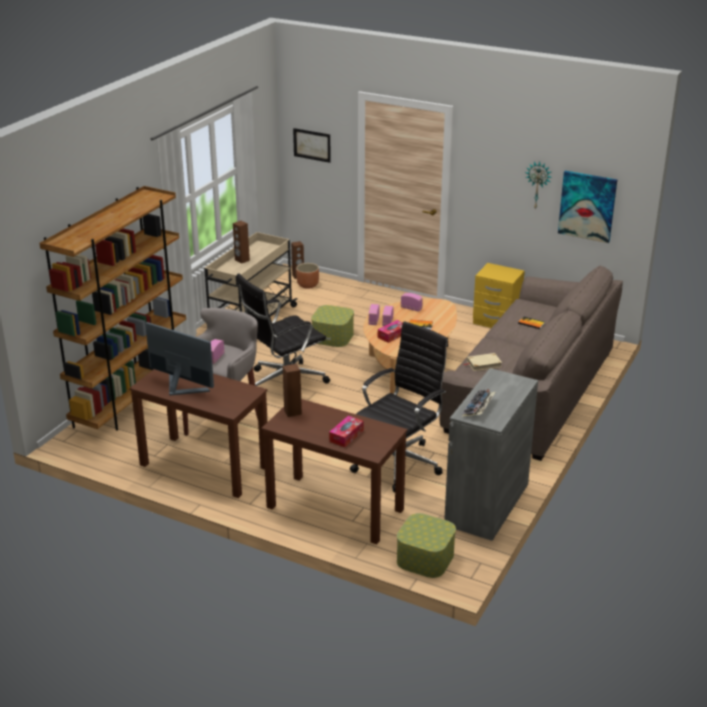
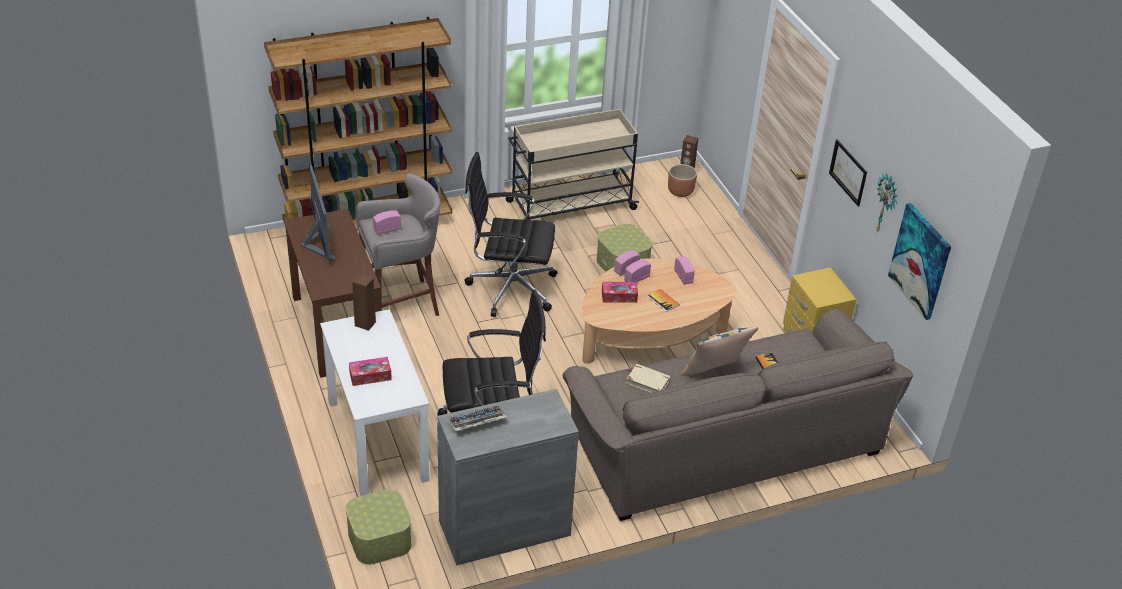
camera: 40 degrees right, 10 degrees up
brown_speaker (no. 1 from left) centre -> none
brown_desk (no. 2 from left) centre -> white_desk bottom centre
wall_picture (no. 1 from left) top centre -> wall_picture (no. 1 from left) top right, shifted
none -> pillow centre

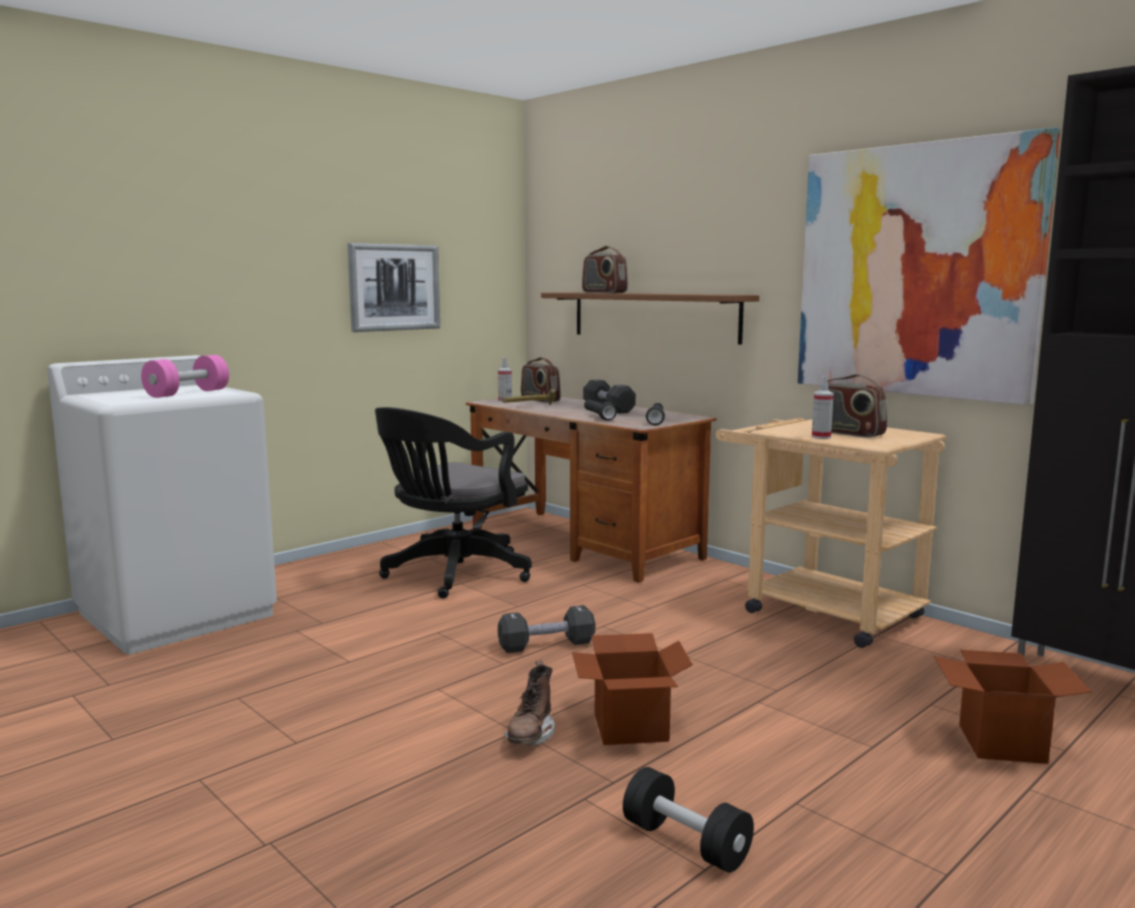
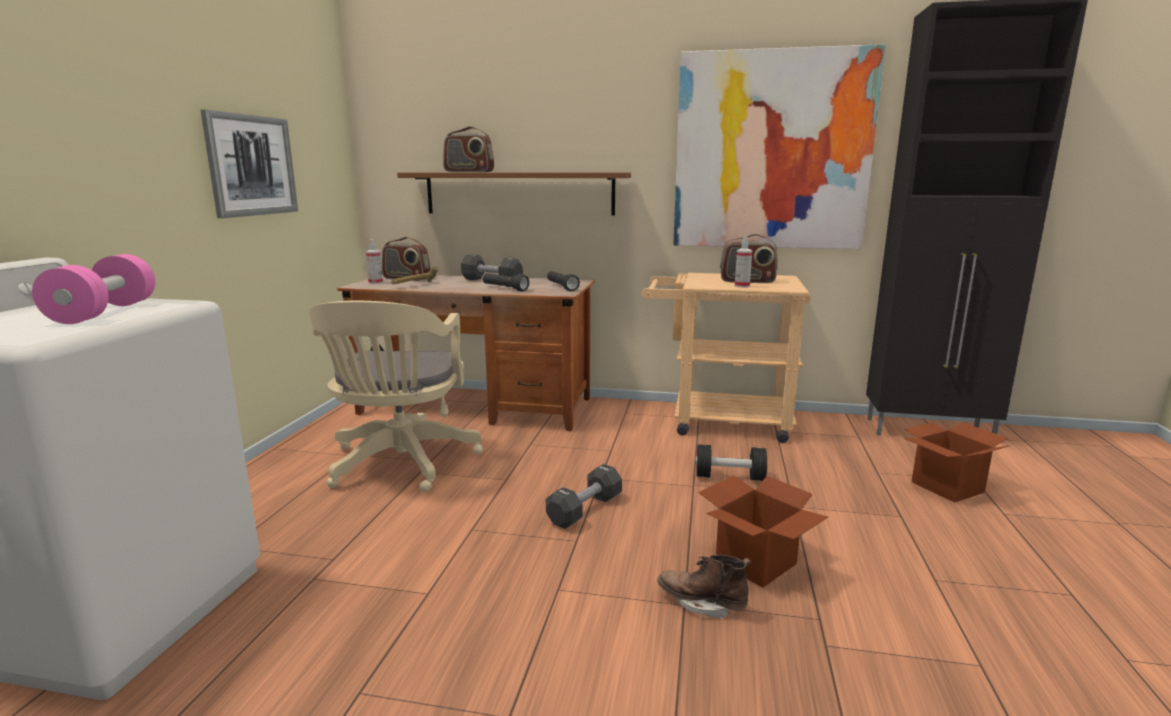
camera: 35 degrees left, 5 degrees up
black_computer_chair centre -> beige-coloured_computer_chair centre
brown_tall_boot bottom centre, 135 degrees clockwise
black_dumbbell (no. 3 from left) bottom centre -> black_dumbbell (no. 3 from left) centre, shifted

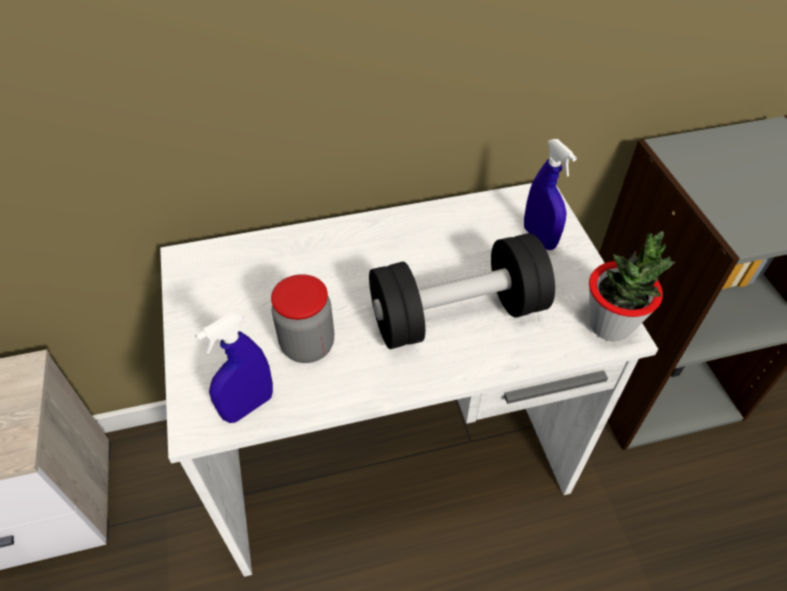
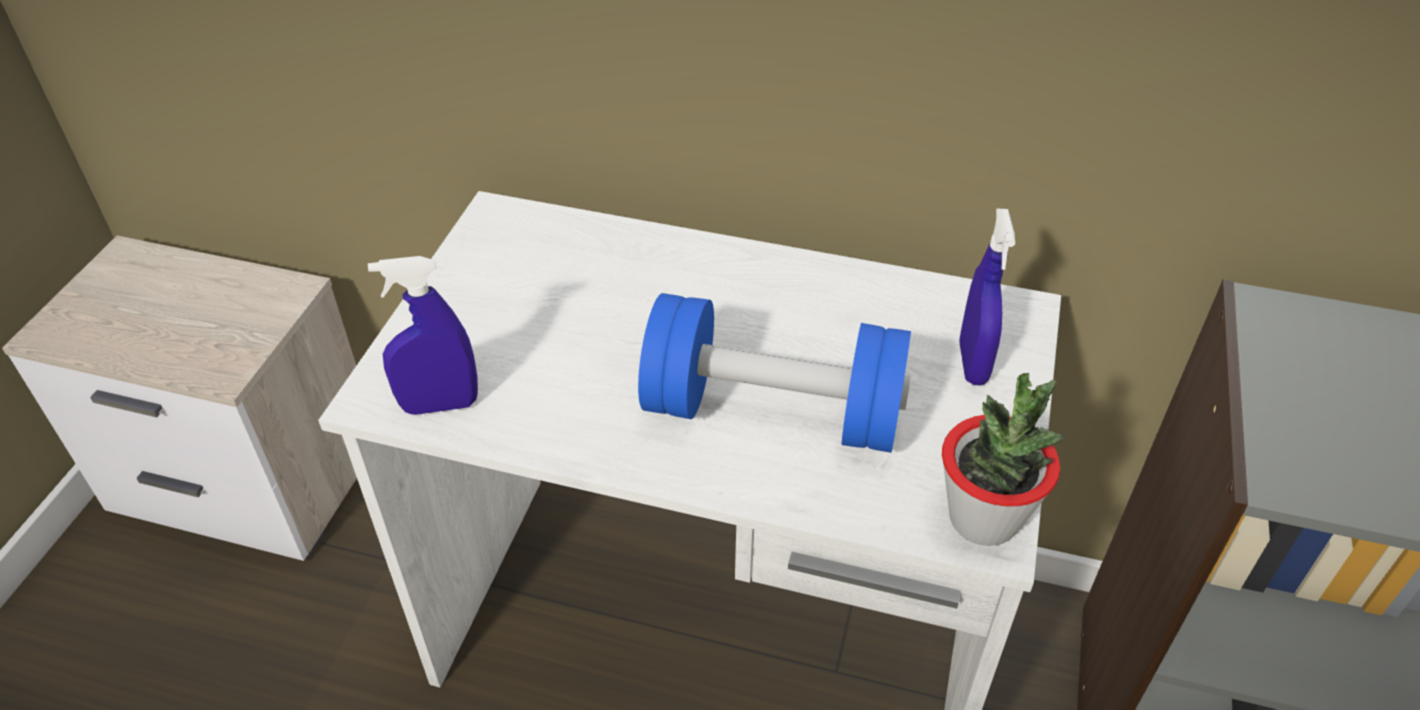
camera: 30 degrees right, 5 degrees down
storage_jar centre -> none
black_dumbbell centre -> blue_dumbbell centre

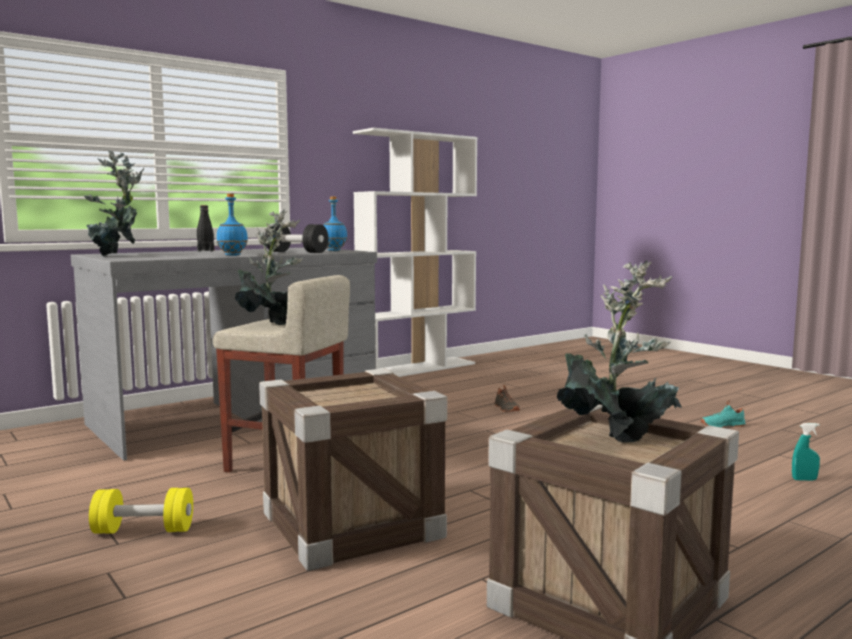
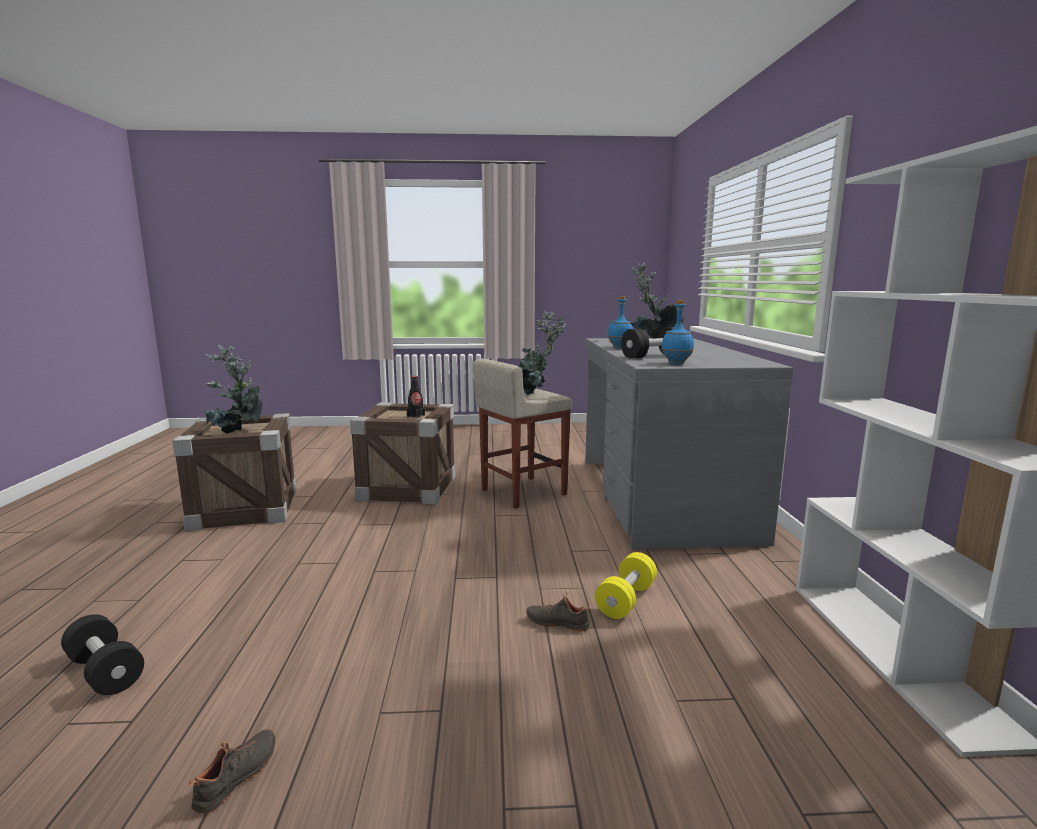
camera: 125 degrees right, 5 degrees up
yellow-coloured_dumbbell bottom left -> yellow-coloured_dumbbell bottom centre, shifted
black_beverage_bottle middle left -> black_beverage_bottle centre, shifted
turquoise_low_shoe middle right -> black_low_shoe (no. 1 from left) bottom left
turquoise_sprayer bottom right -> black_dumbbell (no. 1 from left) bottom left

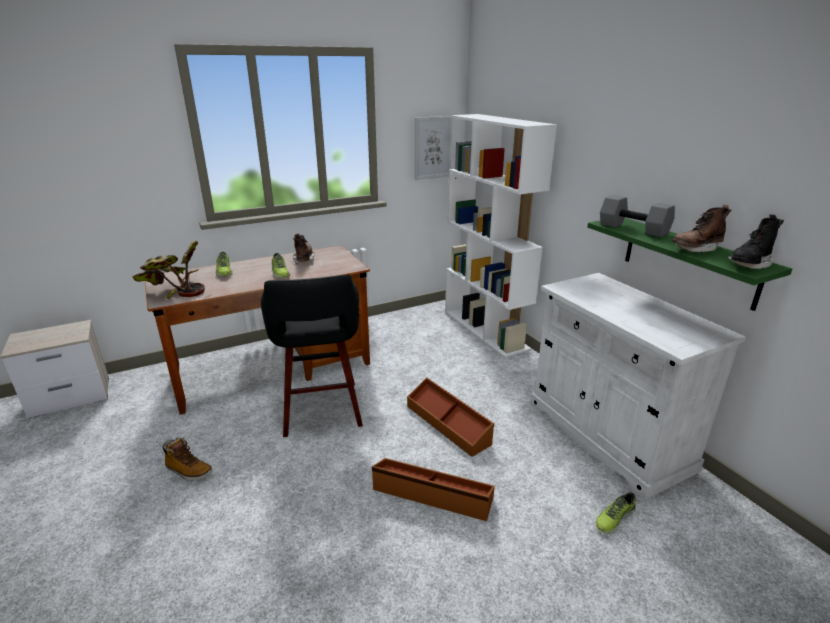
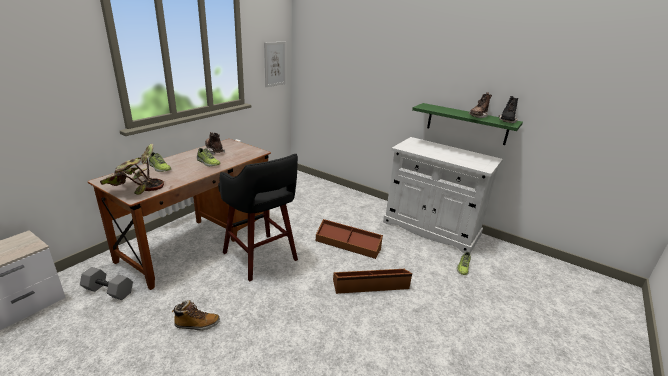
camera: 30 degrees left, 0 degrees up
white_shelving_unit centre -> none
gray_dumbbell middle right -> gray_dumbbell bottom left, shifted

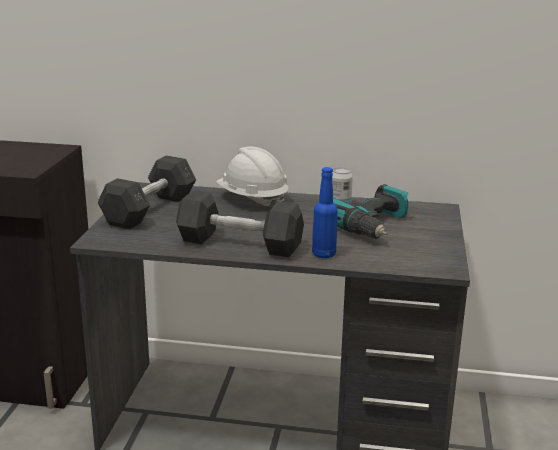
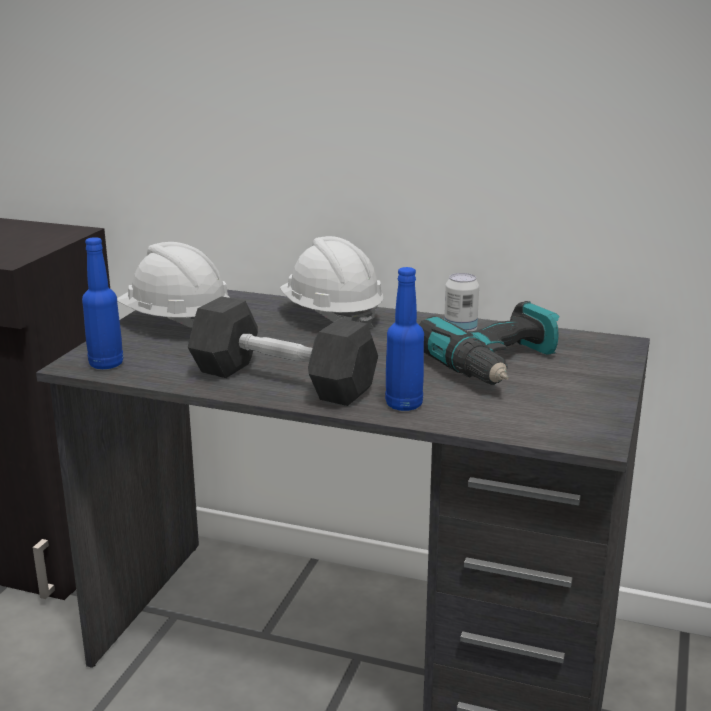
camera: 10 degrees right, 0 degrees up
gray_dumbbell (no. 1 from left) middle left -> white_work_helmet (no. 1 from left) middle left
none -> blue_beverage_bottle (no. 1 from left) middle left

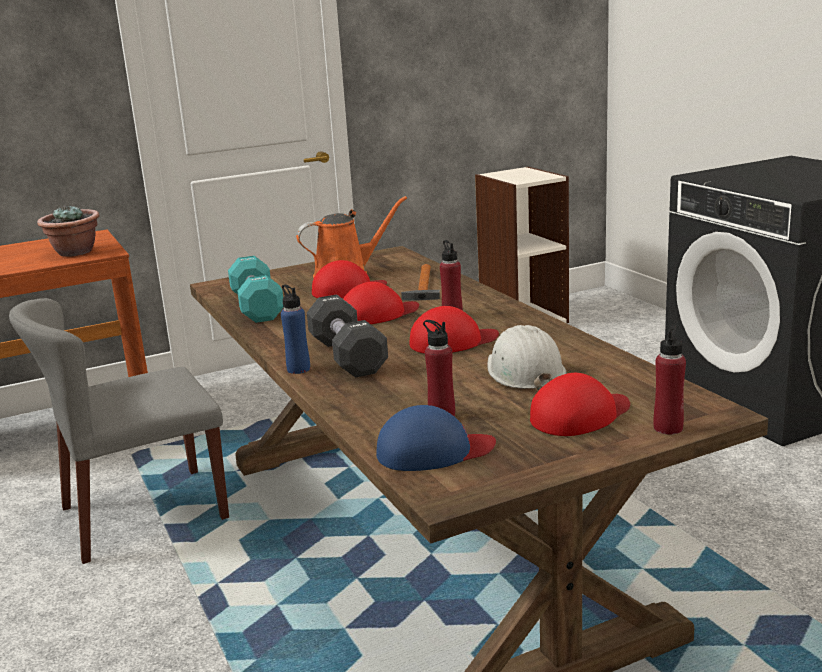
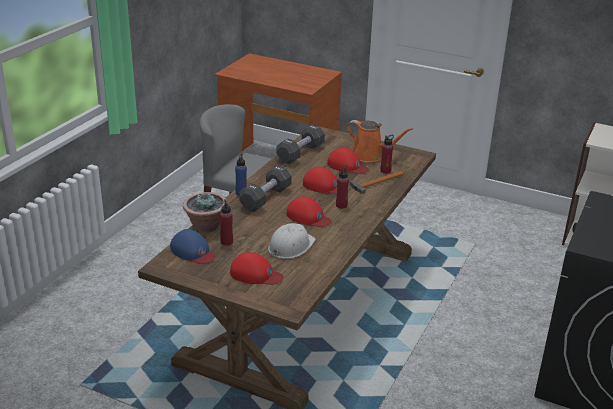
camera: 50 degrees right, 10 degrees up
potted_plant middle left -> potted_plant centre, shifted
turquoise_dumbbell middle left -> black_dumbbell (no. 2 from left) centre
reddish_beverage_bottle (no. 3 from left) middle right -> reddish_beverage_bottle (no. 3 from left) centre, shifted

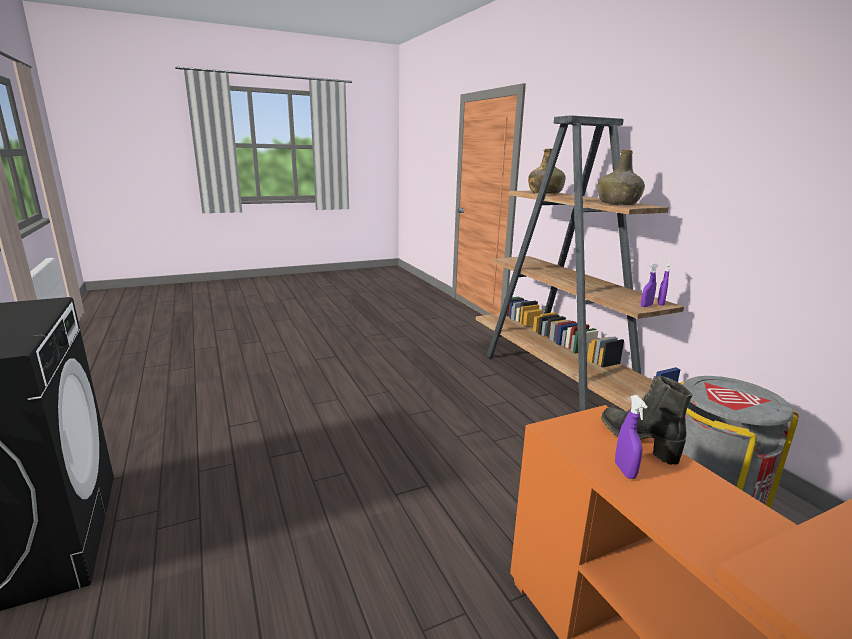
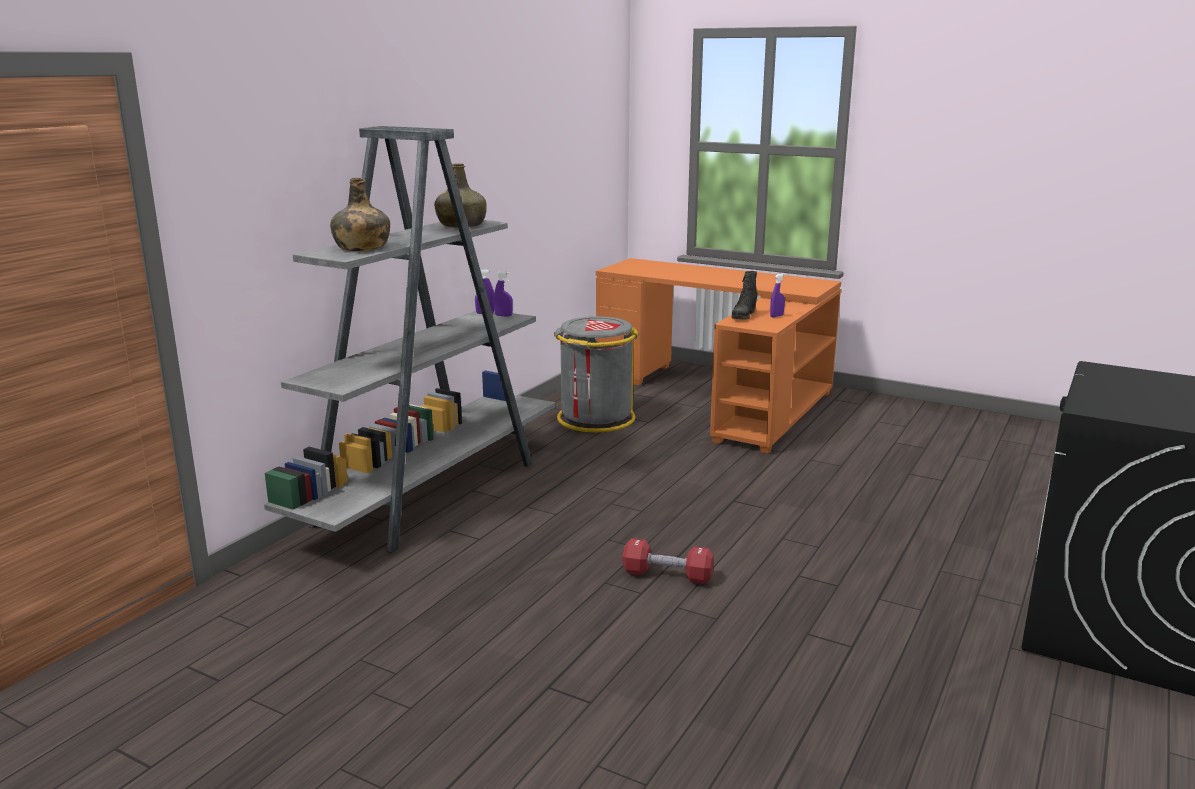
camera: 125 degrees left, 0 degrees up
brown_shelving_unit middle right -> gray_shelving_unit centre
none -> reddish_dumbbell bottom centre

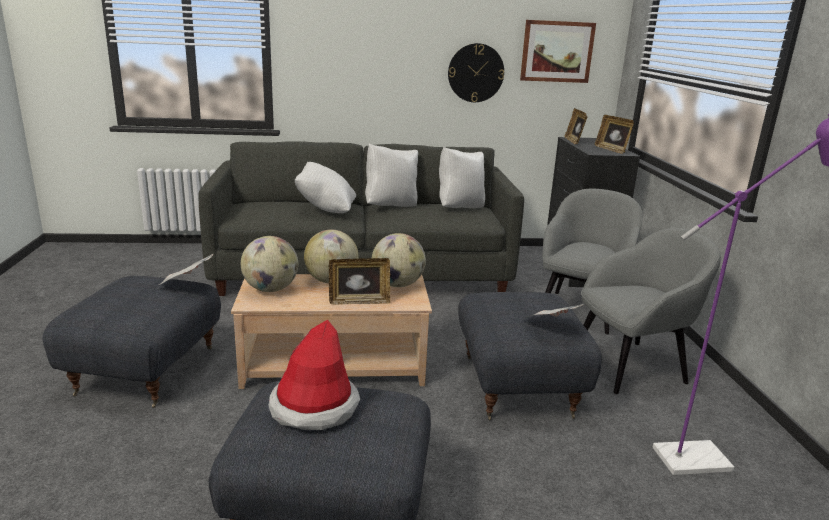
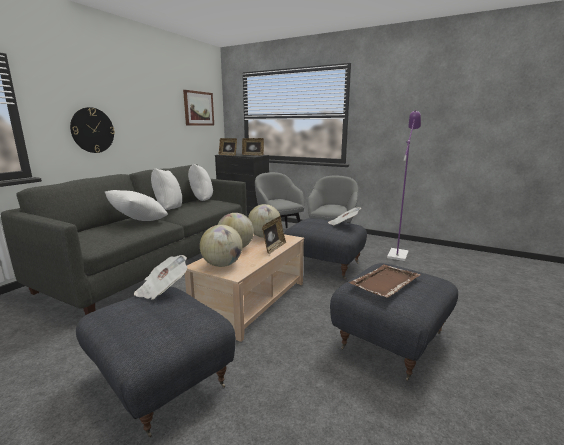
camera: 55 degrees left, 5 degrees down
hat bottom centre -> brown_carrying_tray middle right
clock_on_the_wall top centre -> clock_on_the_wall top left, shifted

